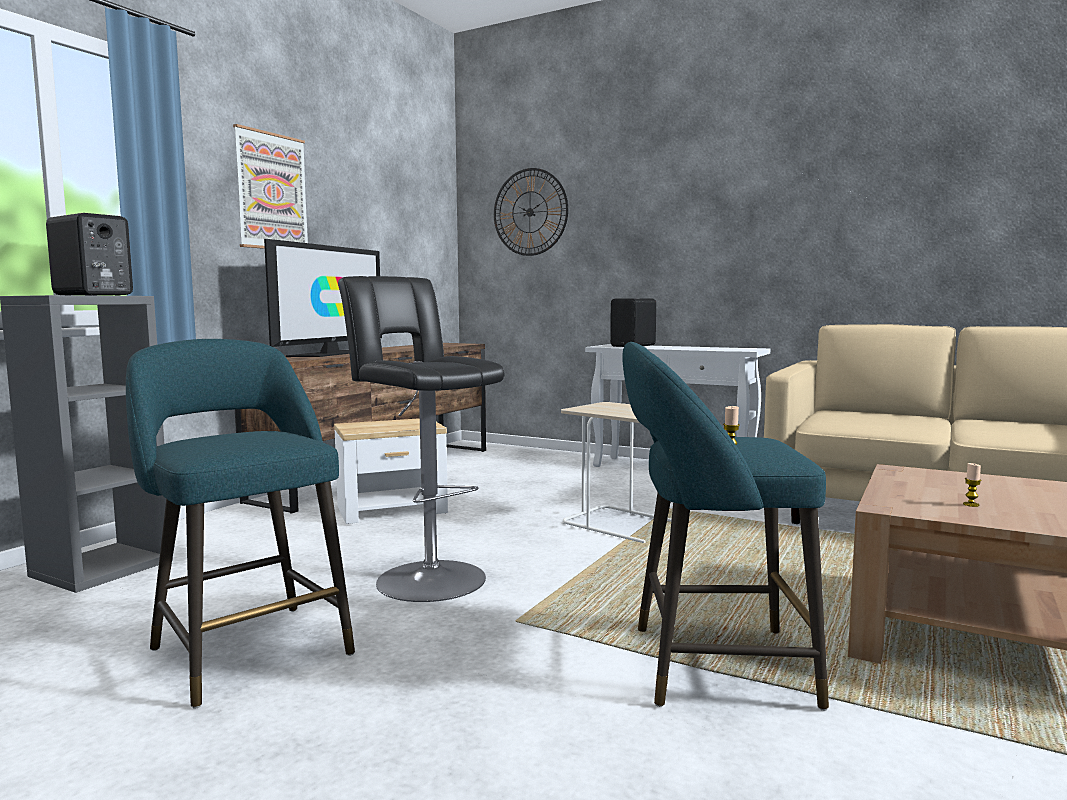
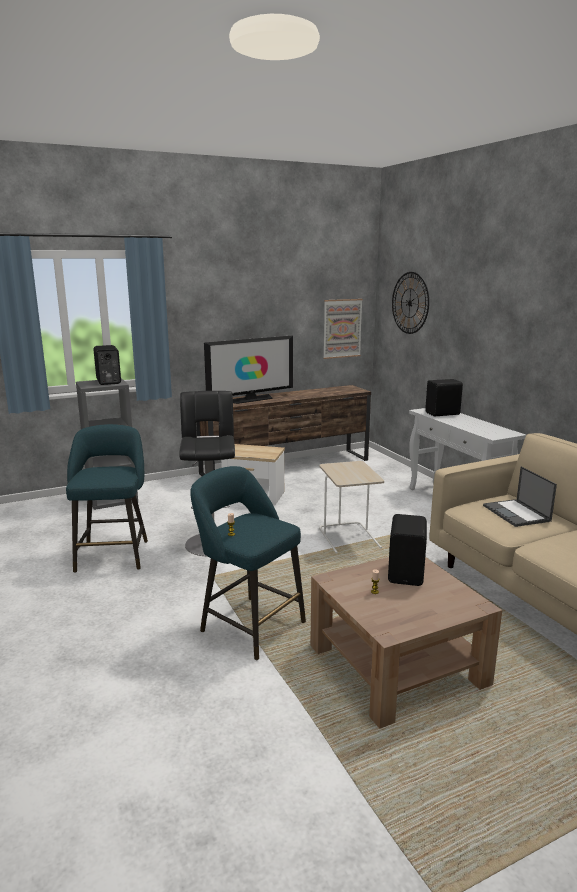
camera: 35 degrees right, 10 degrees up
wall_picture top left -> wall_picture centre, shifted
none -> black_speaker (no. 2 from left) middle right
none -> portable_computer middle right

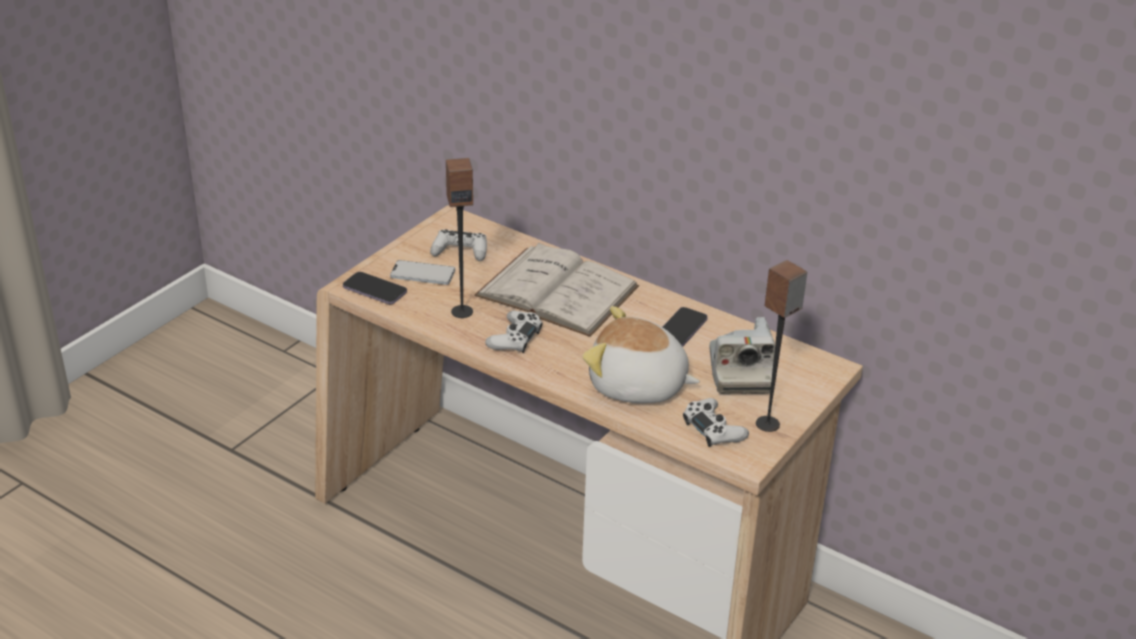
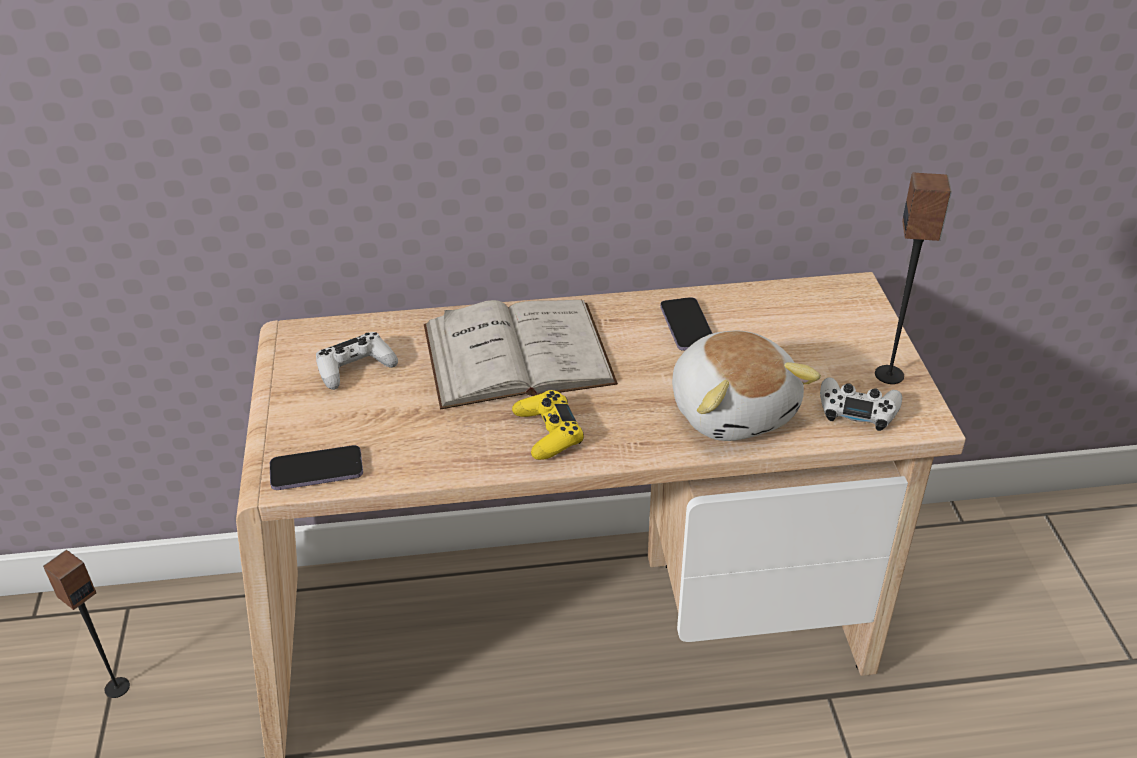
camera: 40 degrees left, 5 degrees up
telephone (no. 2 from left) centre -> none
speaker (no. 1 from left) centre -> speaker (no. 1 from left) bottom left, shifted
white_joypad (no. 2 from left) centre -> yellow-coloured_joypad centre
soft_toy centre, 90 degrees counterclockwise
photo_camera centre -> none

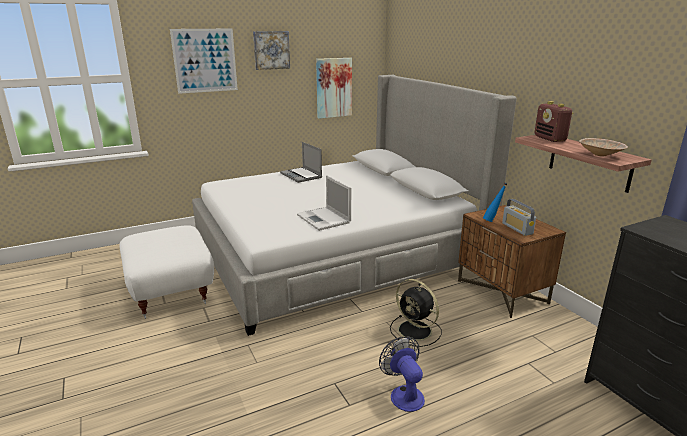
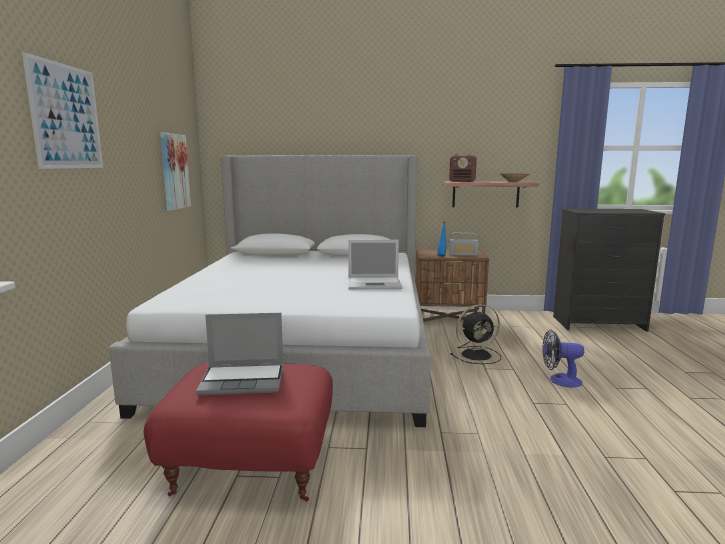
camera: 60 degrees left, 10 degrees down
white_footrest middle left -> reddish_footrest bottom left
wall_picture (no. 2 from left) top centre -> none
portable_computer (no. 1 from left) centre -> portable_computer (no. 1 from left) middle left, shifted

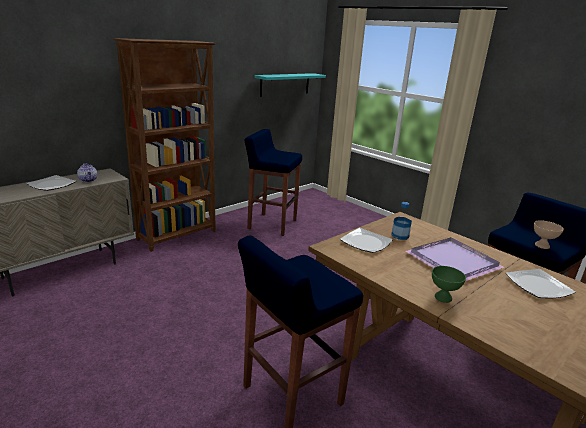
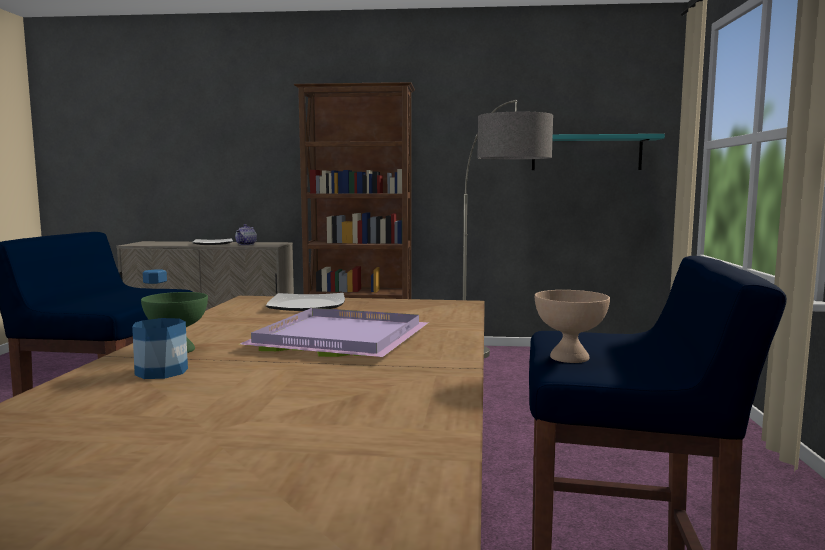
camera: 50 degrees right, 15 degrees down
blue_stool (no. 1 from left) centre -> standard_lamp centre
beverage_bottle middle right -> beverage_bottle middle left, shifted
plate (no. 3 from left) middle right -> none

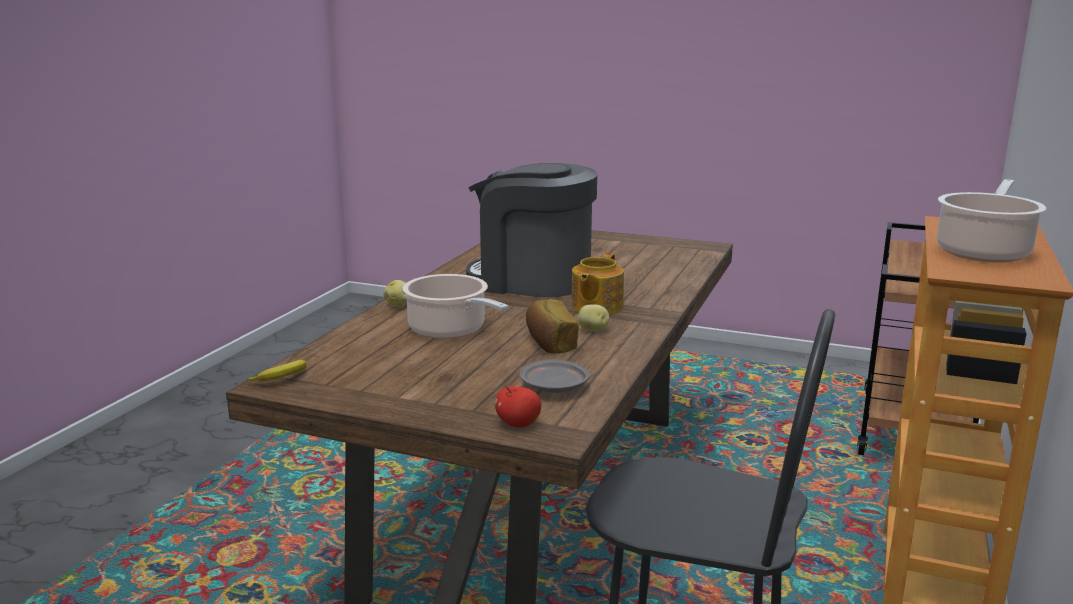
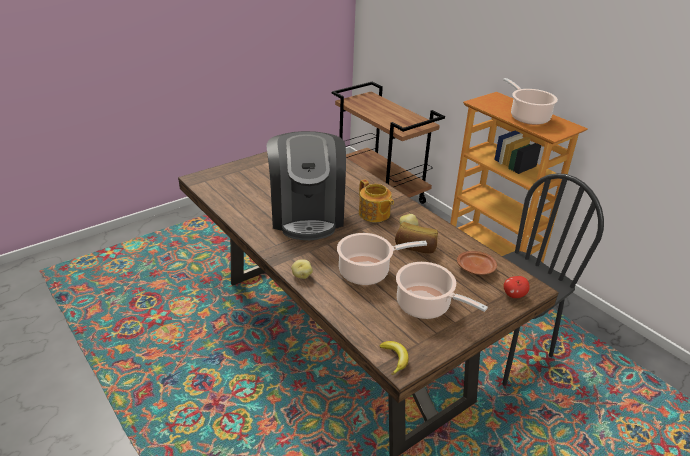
camera: 60 degrees left, 15 degrees up
coffee_maker centre, 60 degrees counterclockwise
gray_plate centre -> brown_plate middle right
none -> stockpot (no. 2 from left) centre

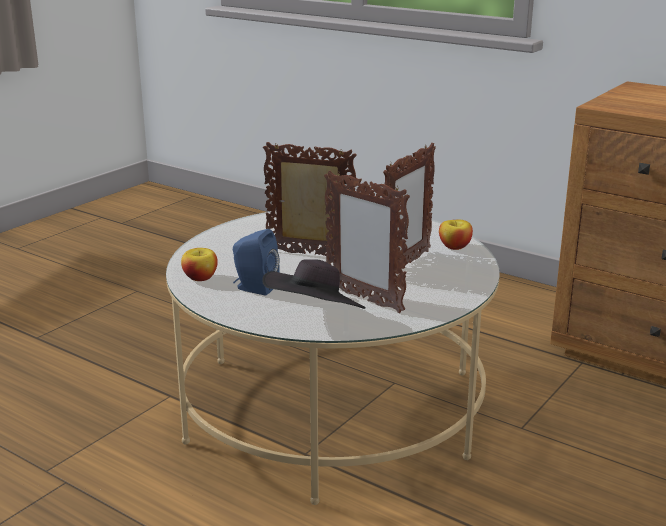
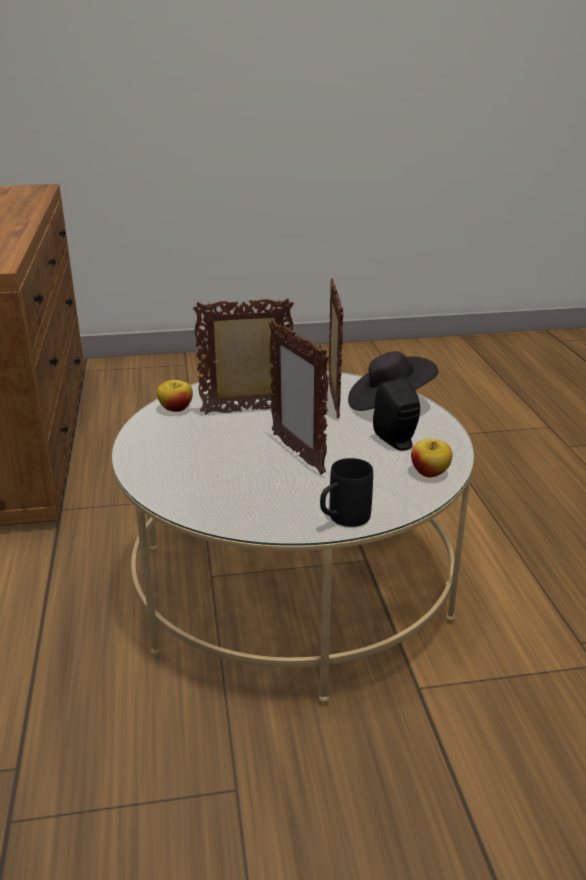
camera: 135 degrees left, 5 degrees up
blue_speaker centre -> black_speaker middle right
none -> black_coffee_mug centre

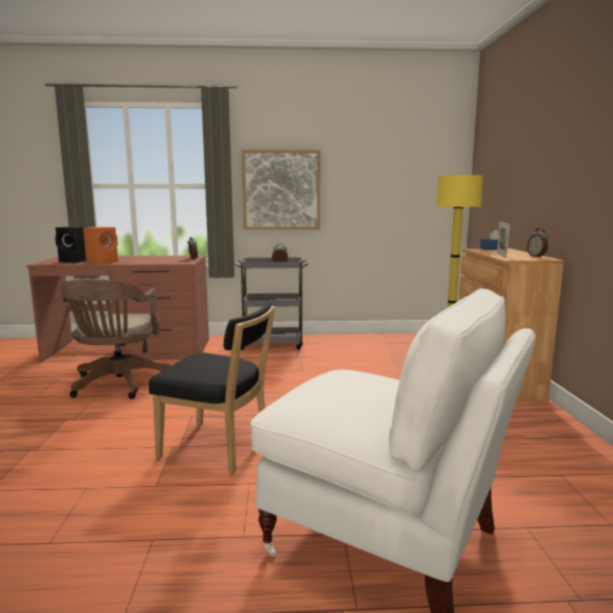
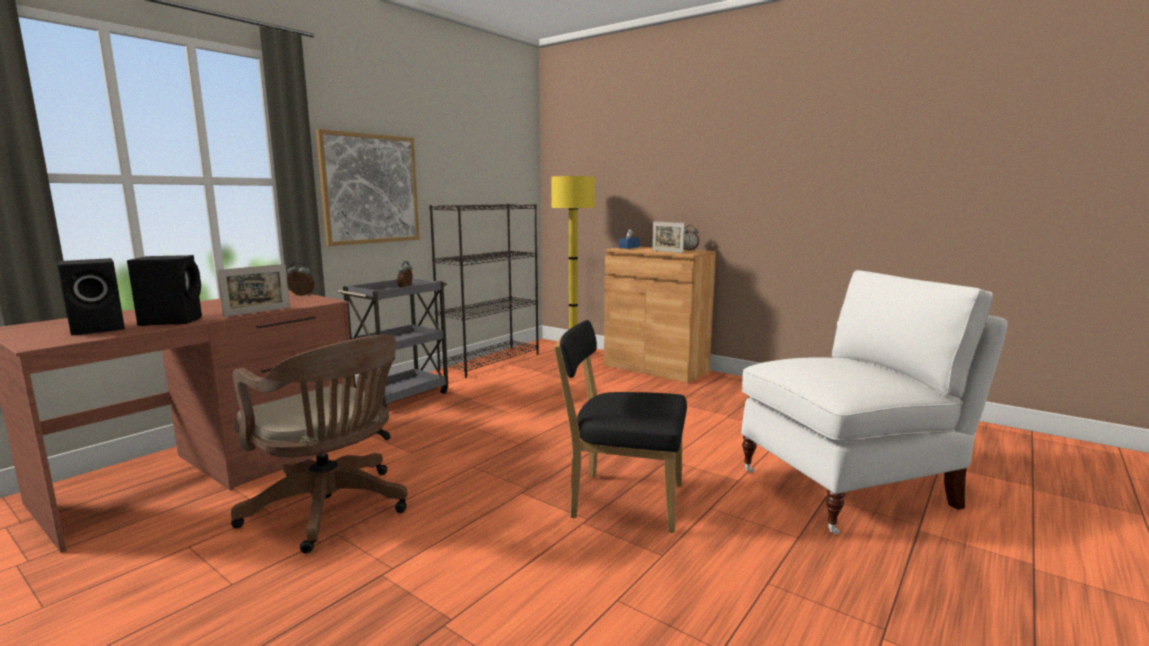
camera: 50 degrees left, 0 degrees up
orange_speaker middle left -> black_speaker (no. 2 from left) middle left
black_plain_chair centre, 135 degrees counterclockwise
none -> picture_frame (no. 1 from left) middle left
none -> black_shelving_unit centre

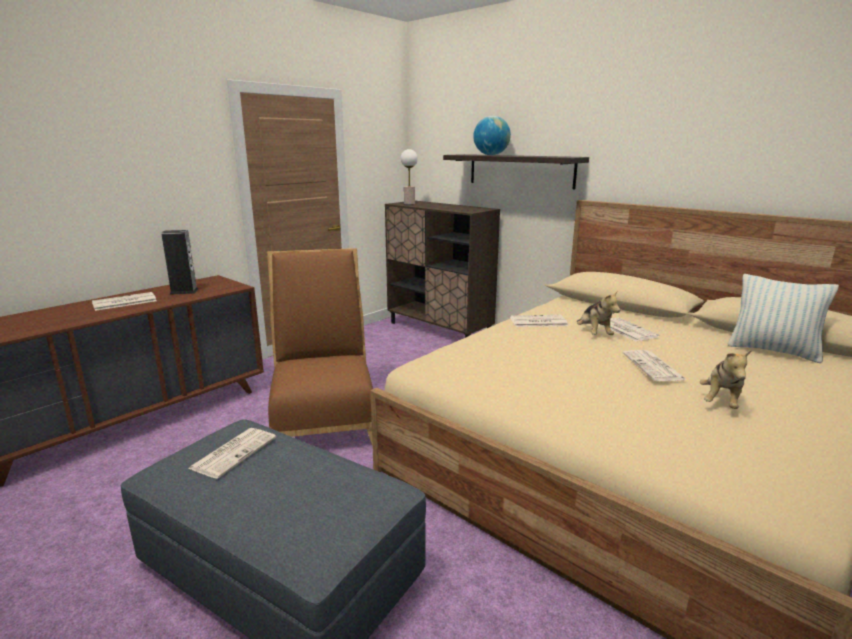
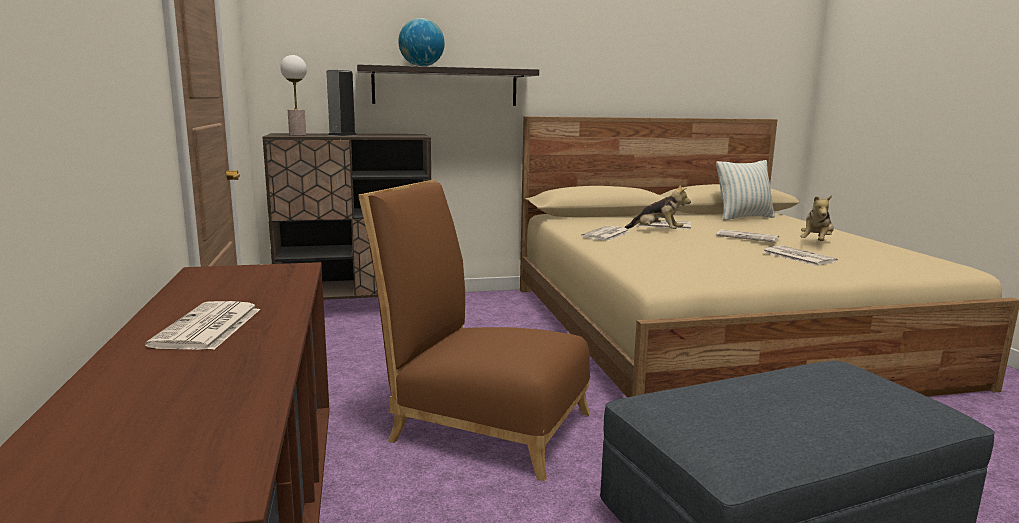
camera: 55 degrees left, 5 degrees down
speaker middle left -> speaker top centre, shifted
daily_paper (no. 2 from left in the first image) bottom left -> daily_paper (no. 5 from left) middle right, shifted
soft_toy (no. 2 from left) middle right, 60 degrees clockwise

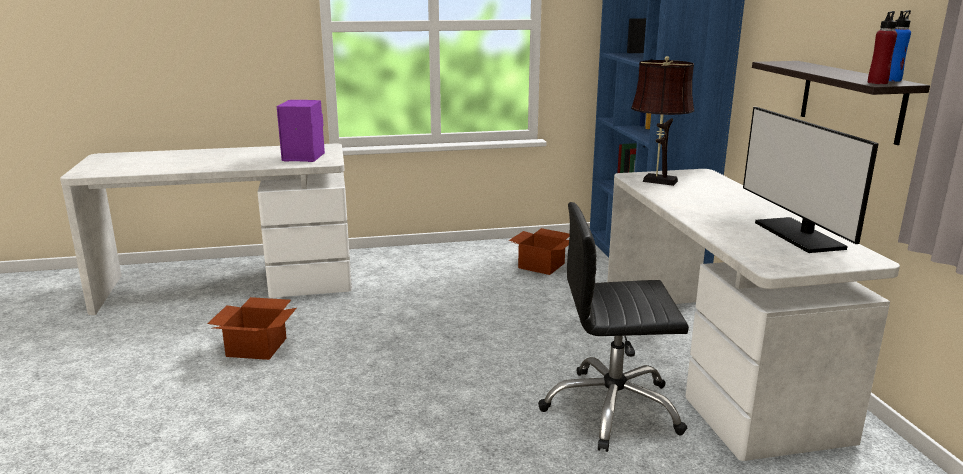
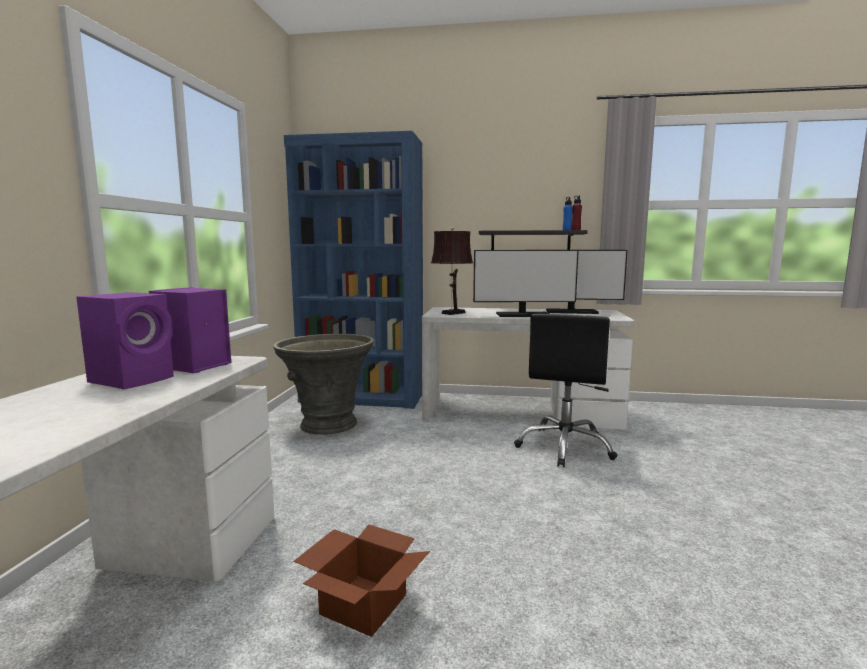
camera: 70 degrees left, 10 degrees down
carton (no. 2 from left) centre -> gray_plant_pot centre
none -> purple_speaker (no. 1 from left) middle left
none -> computer_screen (no. 1 from left) centre

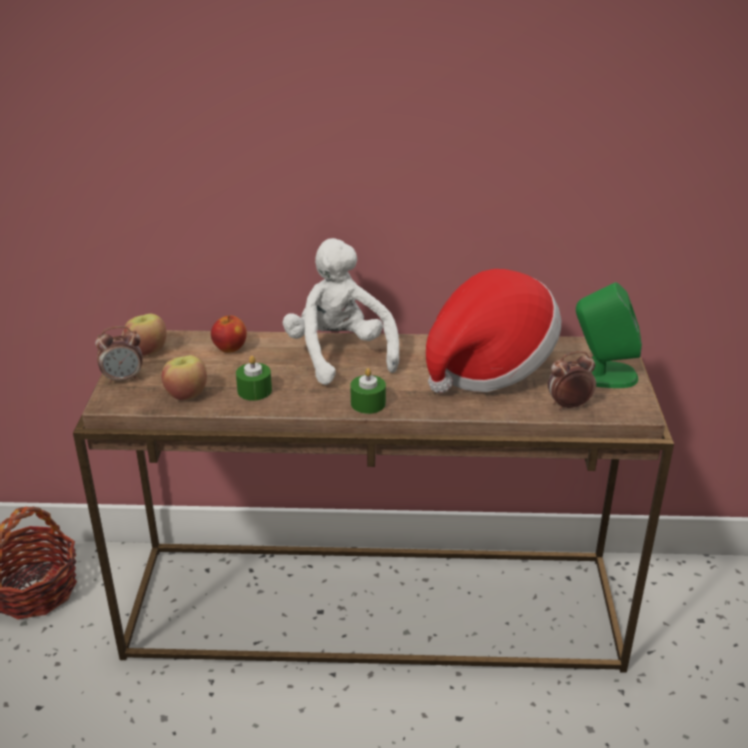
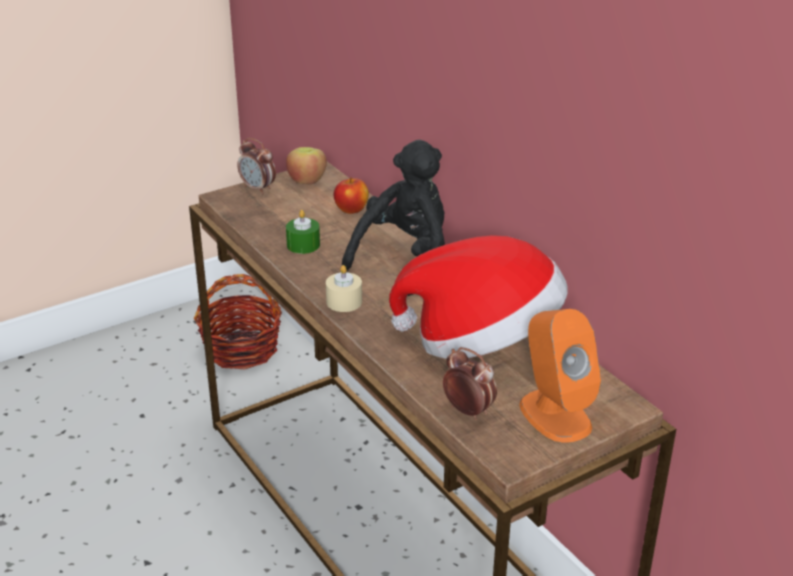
camera: 55 degrees right, 0 degrees up
apple_fruit (no. 2 from left) middle left -> none
white_soft_toy centre -> black_soft_toy centre
green-coloured_wax_light (no. 2 from left) centre -> beige-coloured_wax_light centre
green-coloured_speaker middle right -> orange_speaker middle right

